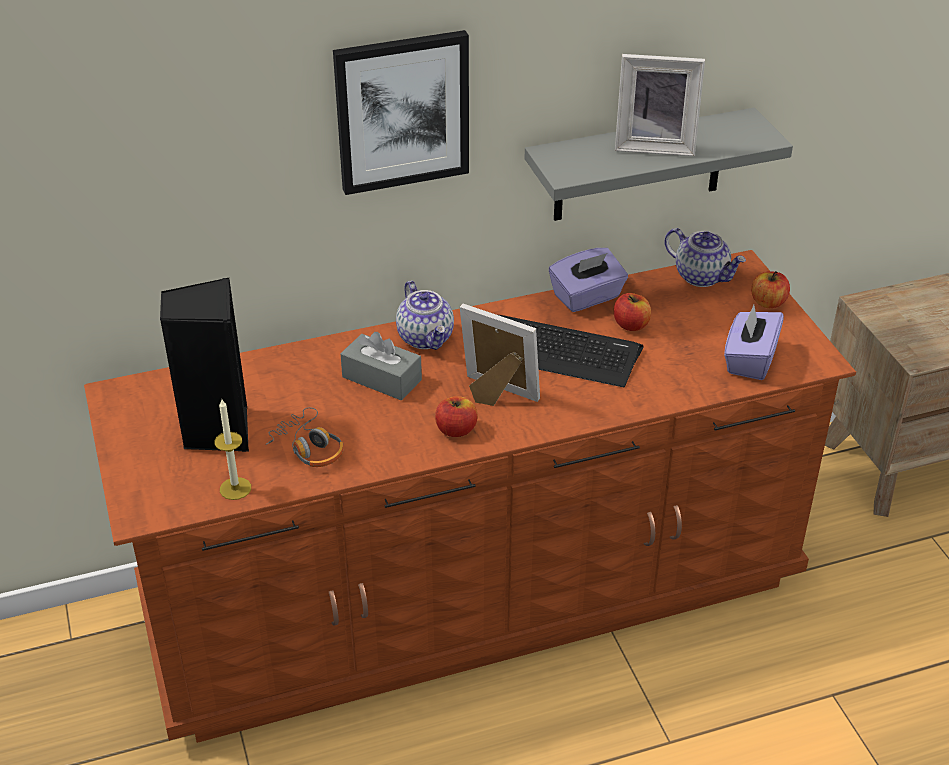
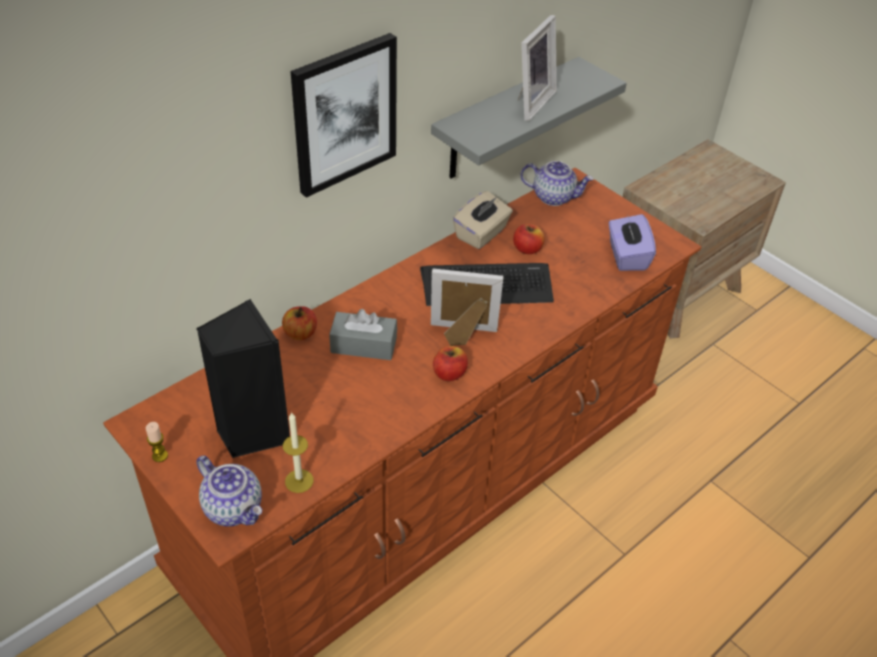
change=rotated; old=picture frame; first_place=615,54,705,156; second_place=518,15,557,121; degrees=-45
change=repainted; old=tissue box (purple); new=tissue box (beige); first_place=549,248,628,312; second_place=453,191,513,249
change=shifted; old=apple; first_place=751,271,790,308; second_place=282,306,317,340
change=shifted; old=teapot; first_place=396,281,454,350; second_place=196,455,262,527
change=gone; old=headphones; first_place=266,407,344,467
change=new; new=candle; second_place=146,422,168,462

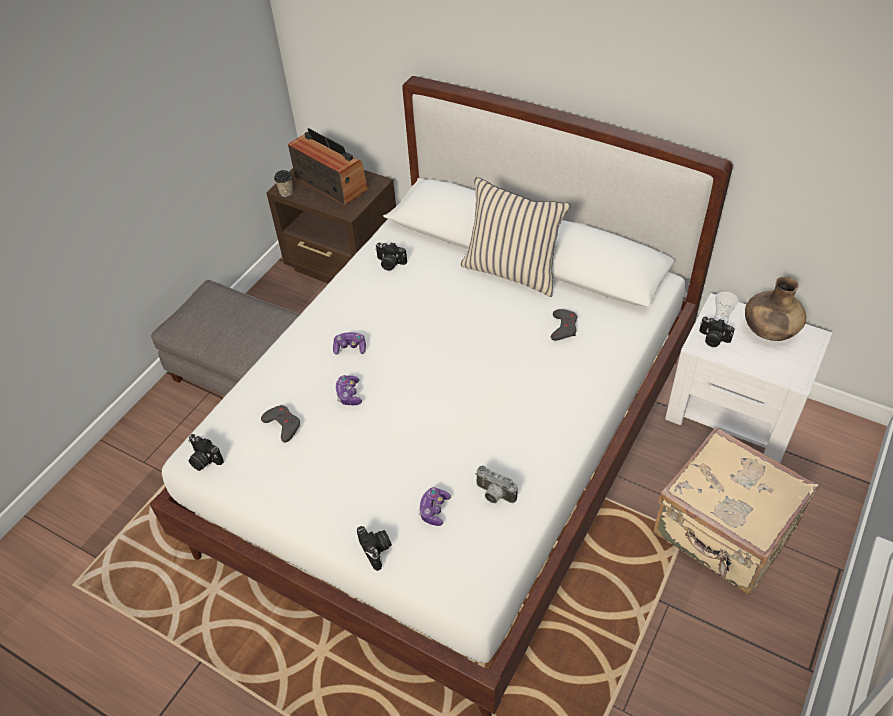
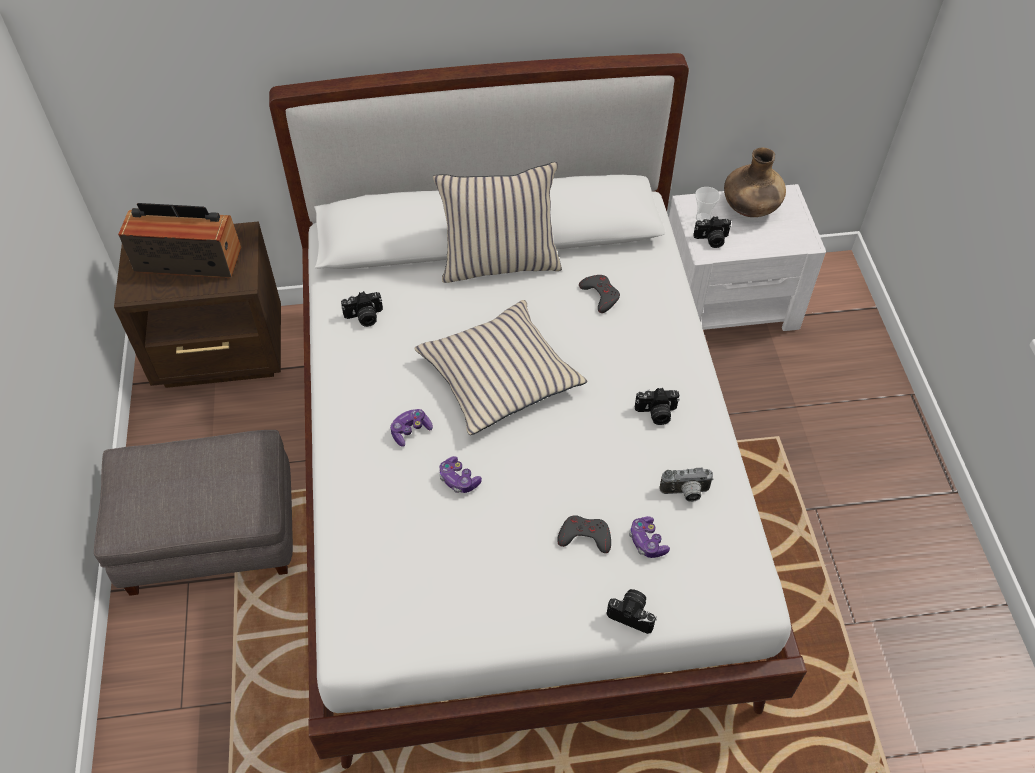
change=gone; old=cup; first_place=274,170,293,197
change=shifted; old=game controller (grey); first_place=261,405,300,443; second_place=557,515,611,553
change=gone; old=suitcase (beige); first_place=653,427,818,595
change=shifted; old=photo camera; first_place=188,434,224,471; second_place=635,388,680,425
change=new; new=pillow (beige); second_place=414,300,587,435

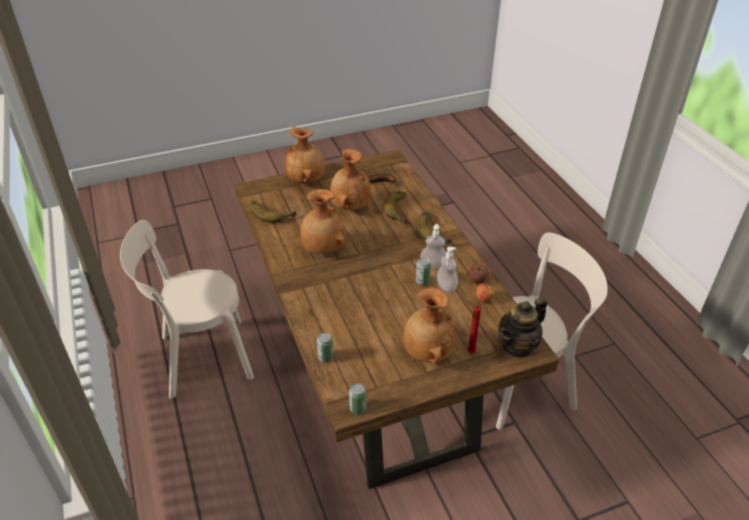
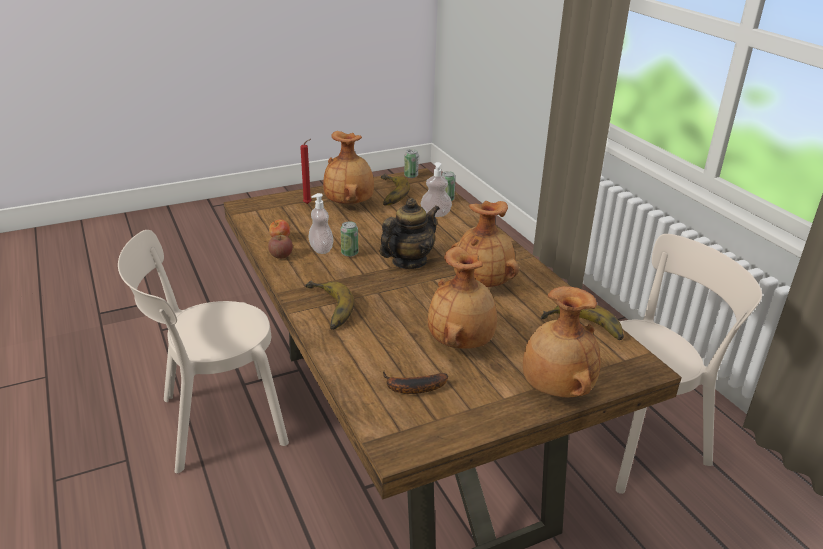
change=shifted; old=banana; first_place=383,191,408,224; second_place=381,174,410,206
change=shifted; old=soap dispenser; first_place=420,224,447,268; second_place=420,162,452,217
change=shifted; old=teapot; first_place=498,297,547,358; second_place=379,198,440,269

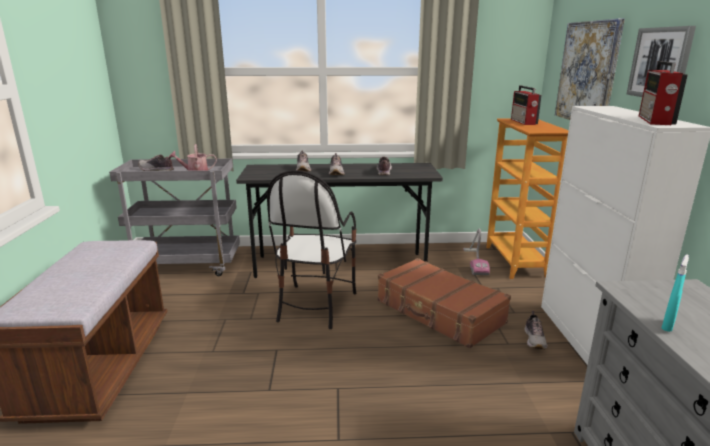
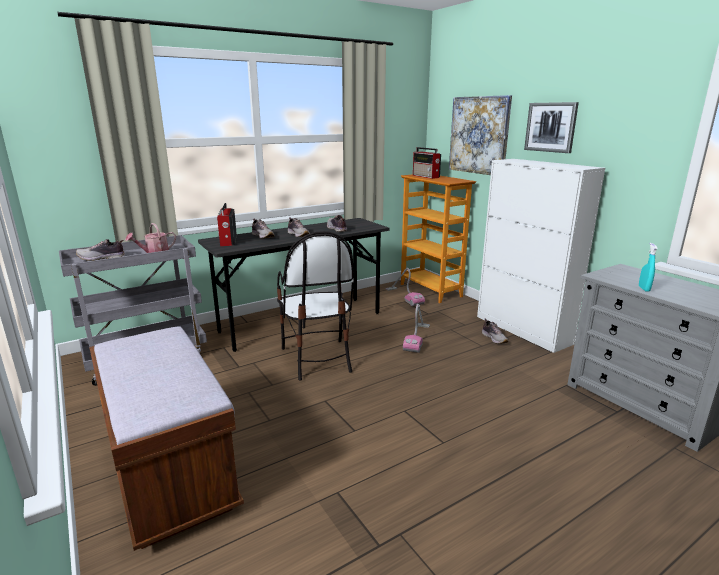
change=shifted; old=radio; first_place=639,61,688,125; second_place=217,203,237,246
change=swapped; old=suitcase (brown); new=vacuum cleaner; first_place=377,258,511,349; second_place=403,304,430,353

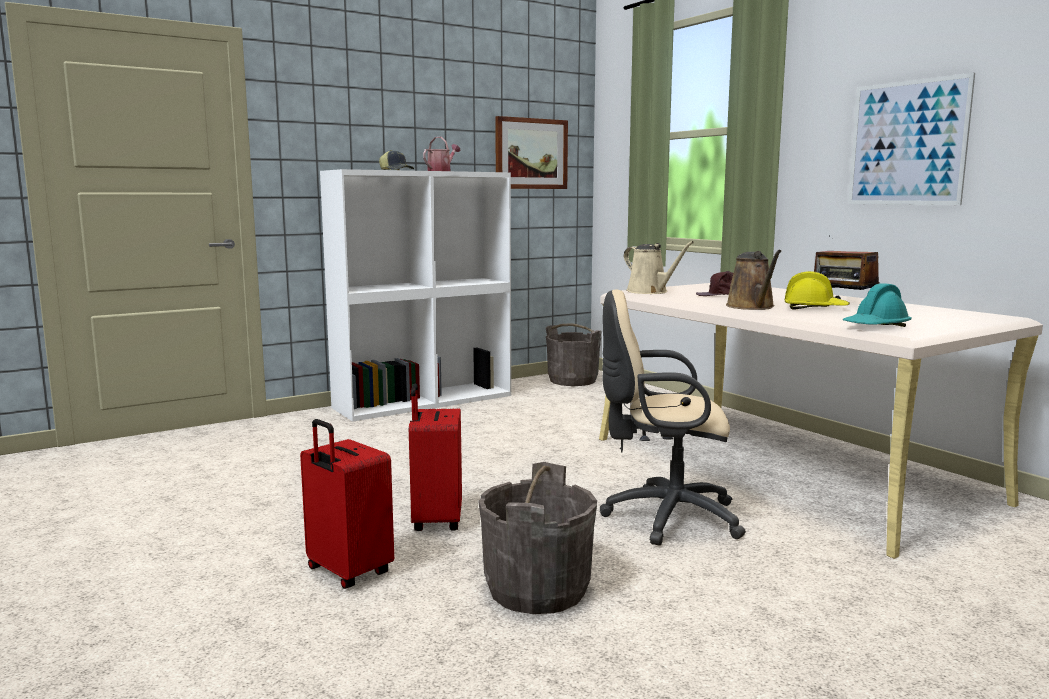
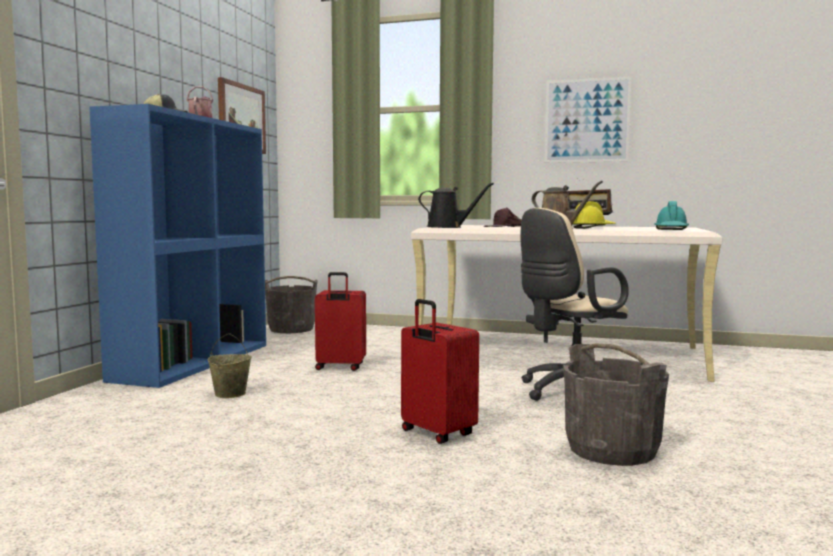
change=repainted; old=bookcase (white); new=bookcase (blue); first_place=320,169,511,421; second_place=89,104,266,388
change=repainted; old=watering can (beige); new=watering can (black); first_place=624,241,694,294; second_place=418,183,494,228
change=shifted; old=suitcase (red); first_place=300,419,394,589; second_place=315,272,366,371
change=new; new=bucket (beige); second_place=208,333,252,398

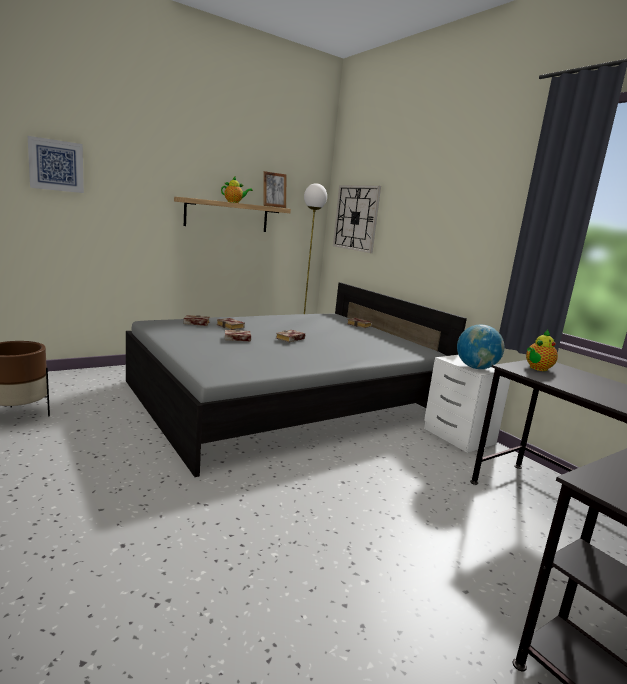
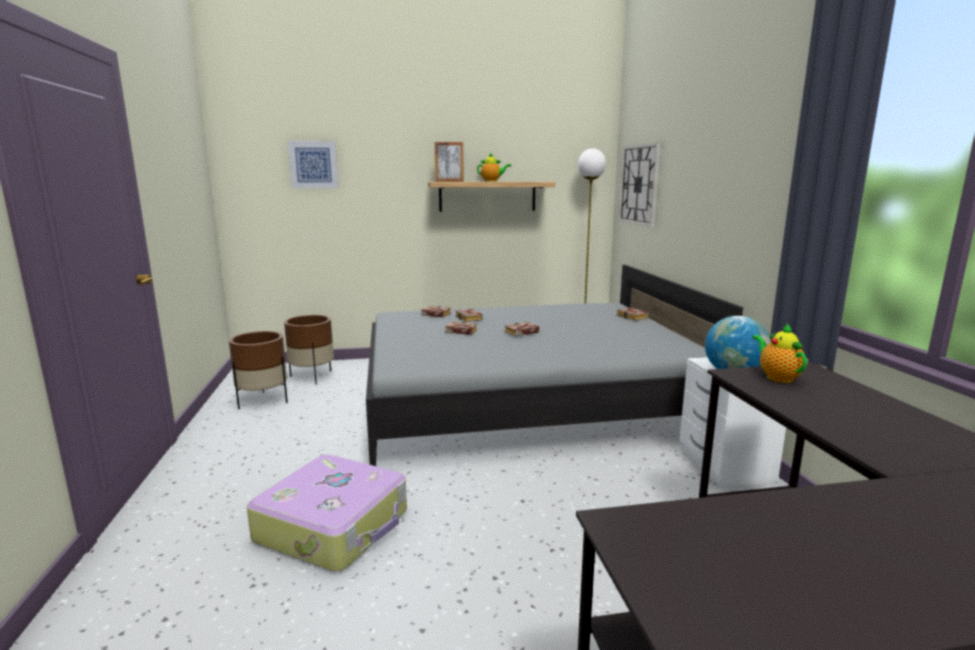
change=shifted; old=picture frame; first_place=263,171,286,208; second_place=435,142,464,182
change=rotated; old=teapot; first_place=526,330,558,371; second_place=752,323,807,383; degrees=90
change=new; new=planter (brown); second_place=284,315,334,385
change=new; new=suitcase; second_place=247,455,407,572

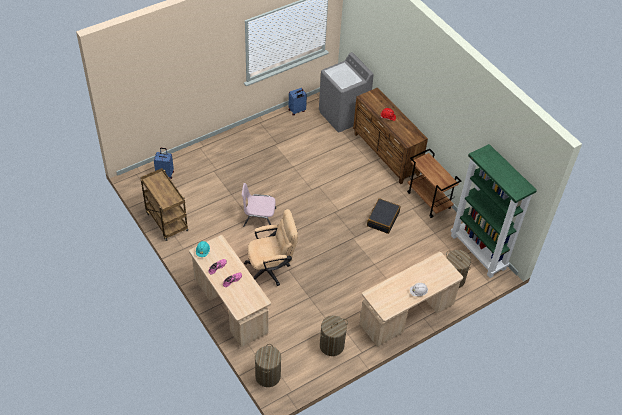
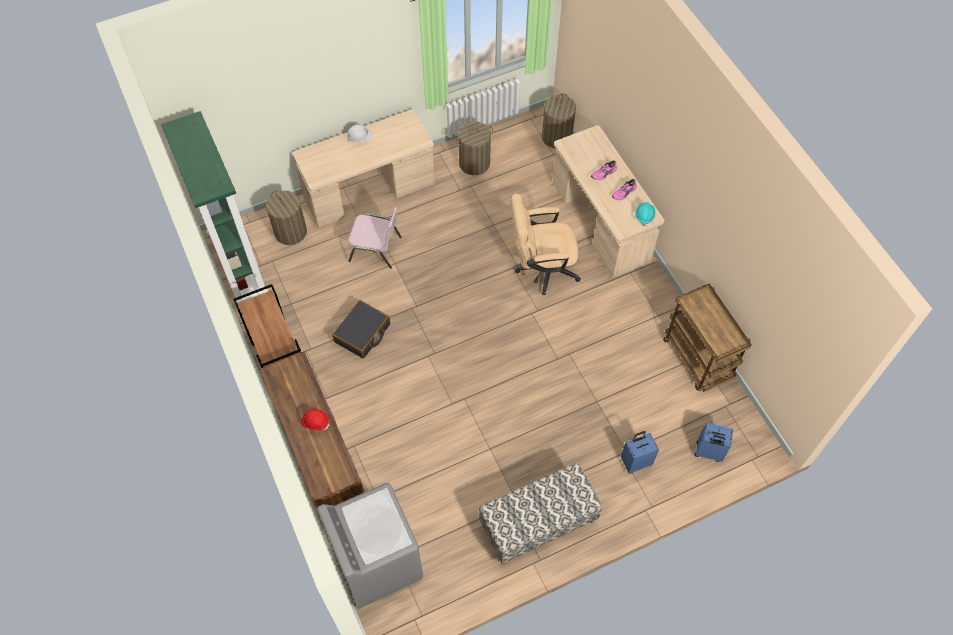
change=shifted; old=suitcase (blue); first_place=289,88,307,116; second_place=621,431,659,473
change=shifted; old=chair (pink); first_place=242,183,277,231; second_place=348,207,402,269
change=new; new=bench; second_place=479,463,602,564

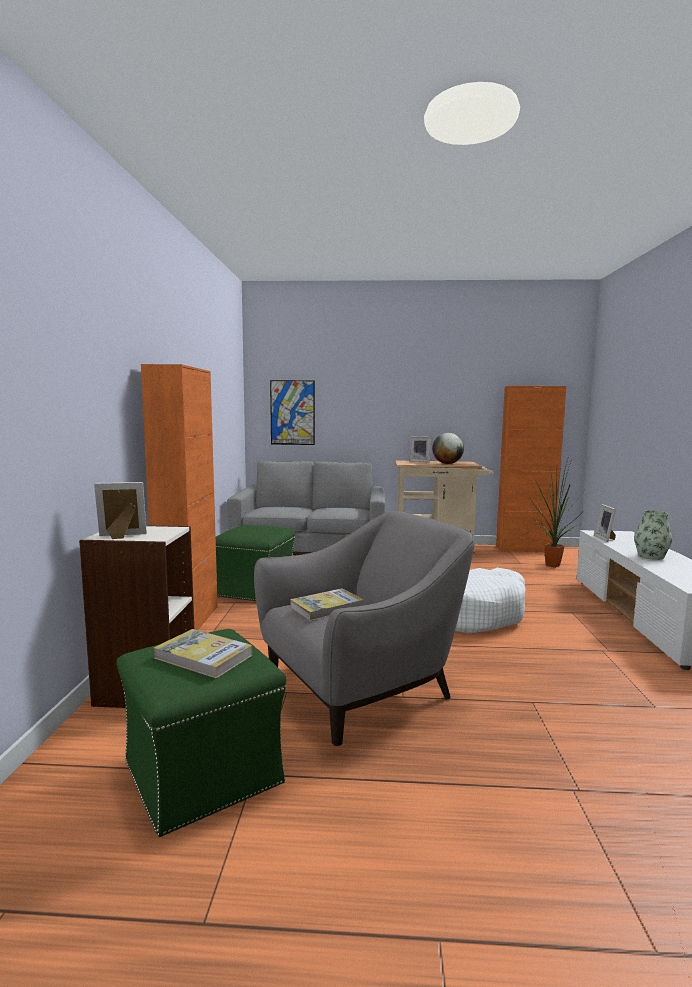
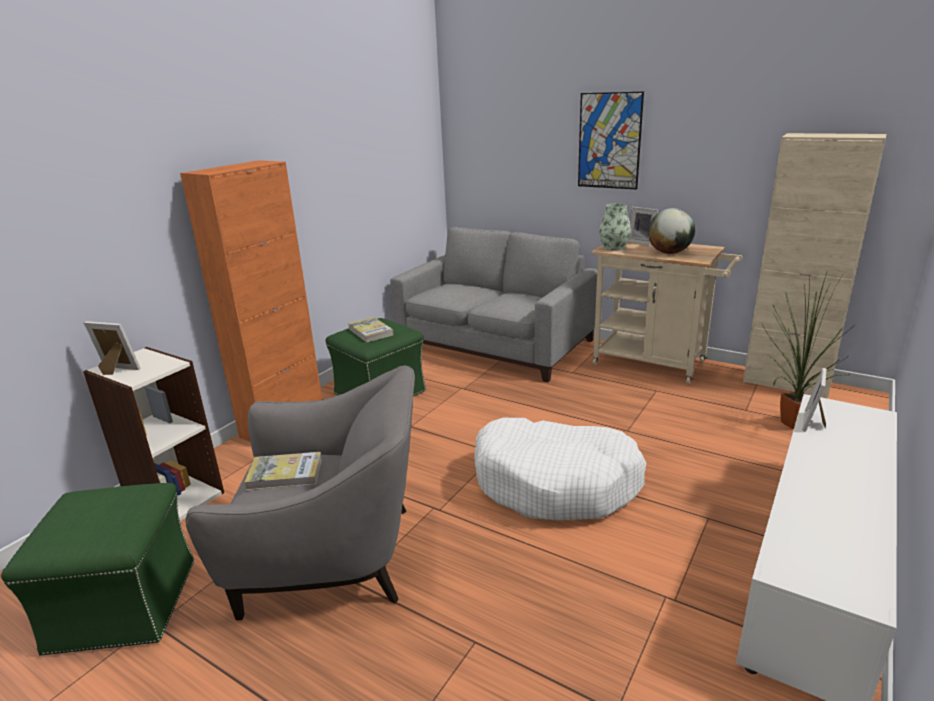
change=shifted; old=picture; first_place=270,380,315,445; second_place=578,91,644,190
change=repainted; old=cabinet (orange); new=cabinet (beige); first_place=496,386,566,552; second_place=743,133,886,399
change=shifted; old=vase; first_place=634,510,672,560; second_place=599,203,631,251
change=shifted; old=book; first_place=154,629,252,678; second_place=348,317,394,342

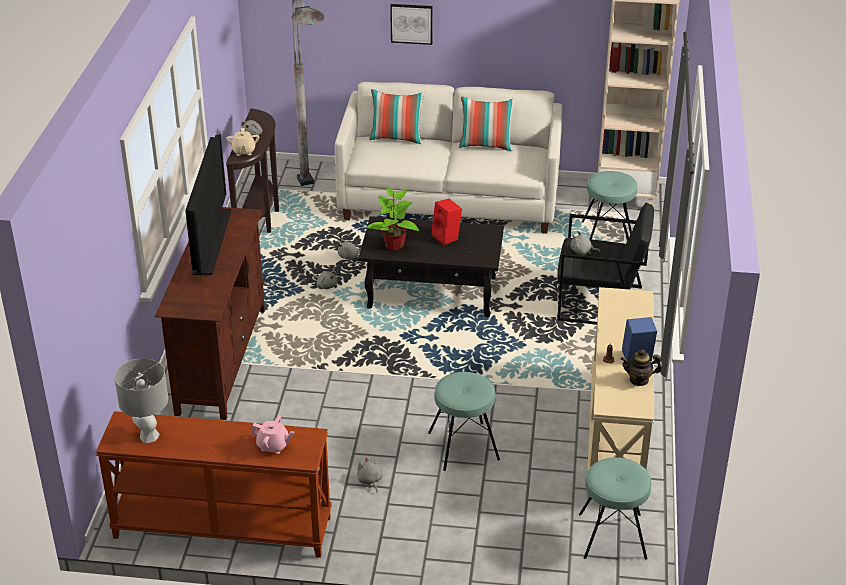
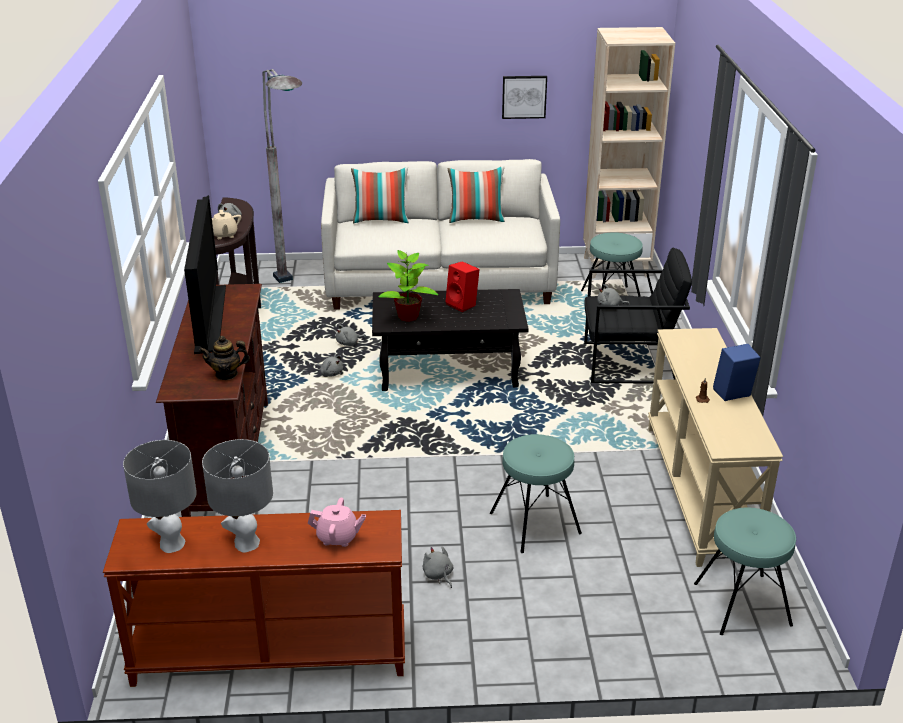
change=shifted; old=picture; first_place=390,4,433,45; second_place=502,76,547,119
change=shifted; old=teapot; first_place=621,350,662,386; second_place=199,336,250,380
change=new; new=table lamp (grey); second_place=202,439,273,553

